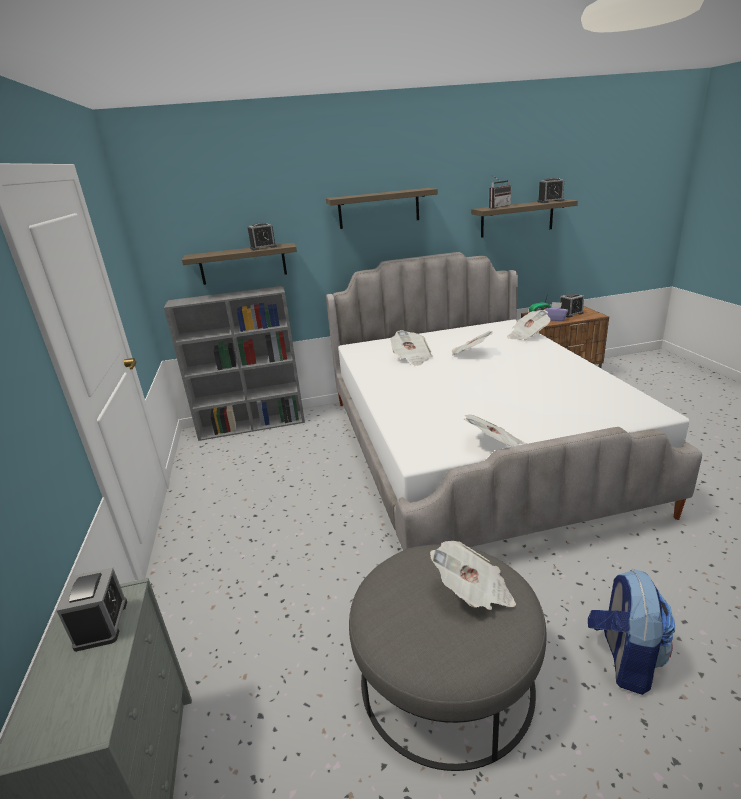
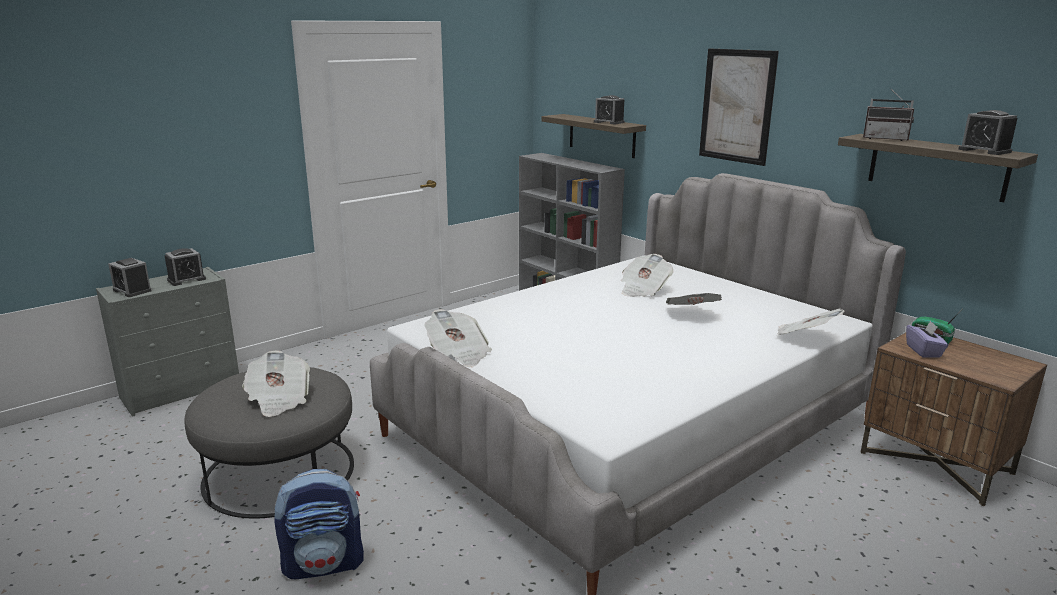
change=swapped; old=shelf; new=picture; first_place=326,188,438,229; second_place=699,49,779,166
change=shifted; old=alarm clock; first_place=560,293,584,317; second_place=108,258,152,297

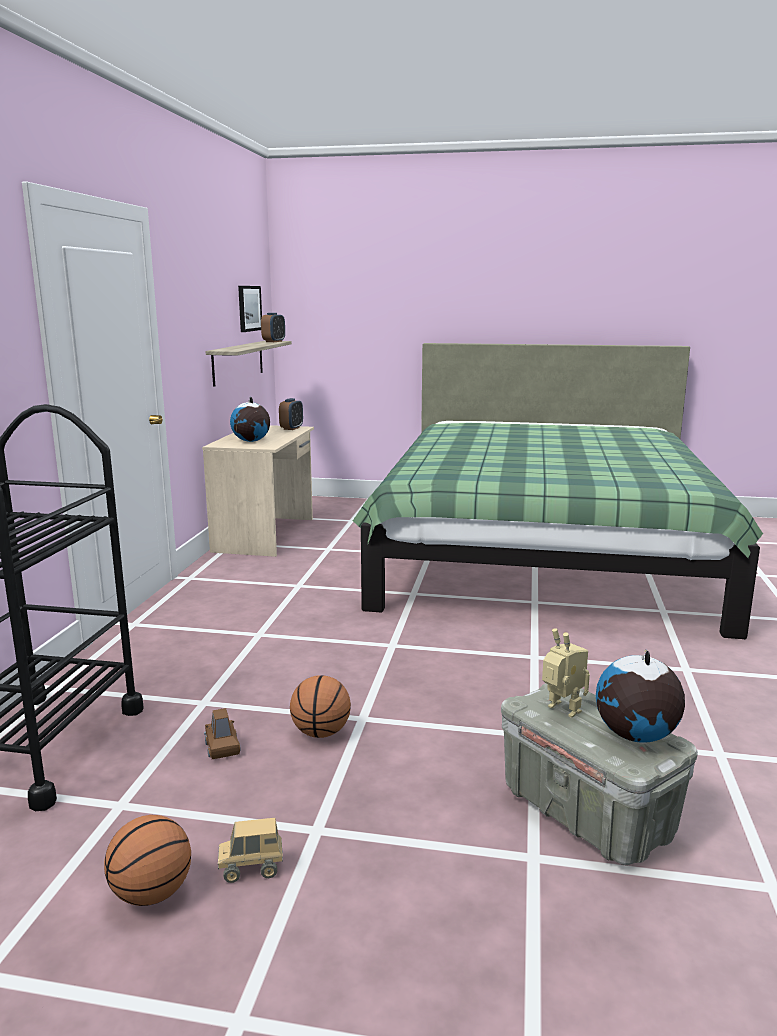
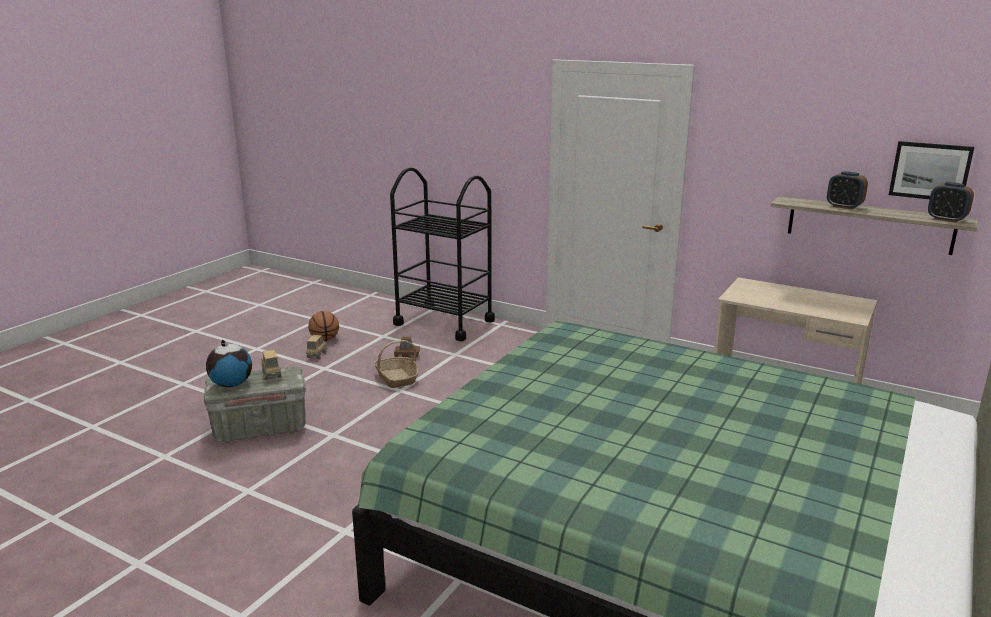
change=gone; old=globe; first_place=230,397,270,442
change=shifted; old=alarm clock; first_place=279,398,303,430; second_place=827,171,868,210
change=swapped; old=toy robot; new=toy truck; first_place=542,628,590,718; second_place=261,349,281,380
change=swapped; old=basketball; new=basket; first_place=290,675,351,738; second_place=374,340,419,388

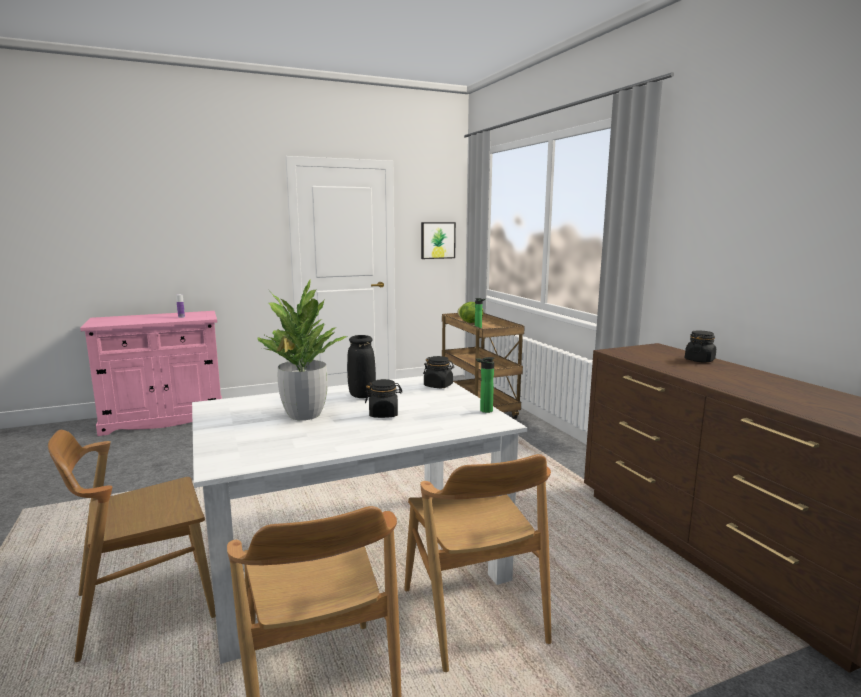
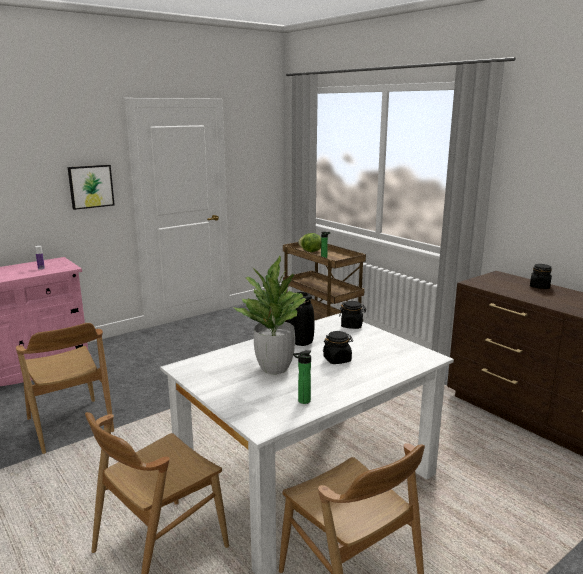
change=shifted; old=picture; first_place=421,222,456,259; second_place=68,165,115,210
change=shifted; old=bottle; first_place=476,357,494,413; second_place=293,350,311,404
change=shifted; old=chair (brown); first_place=404,454,552,672; second_place=16,323,114,454

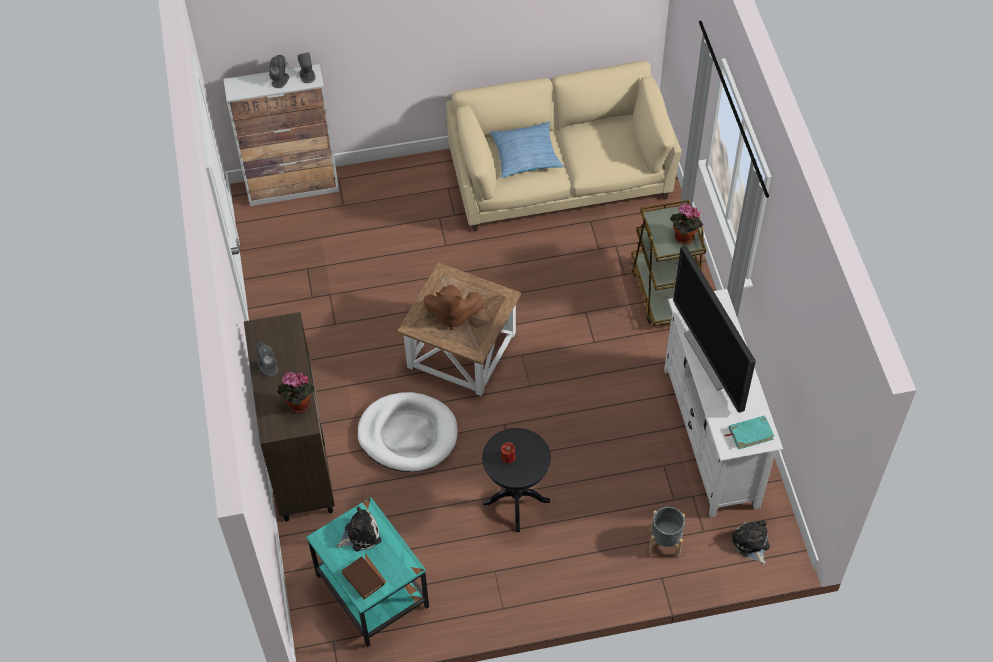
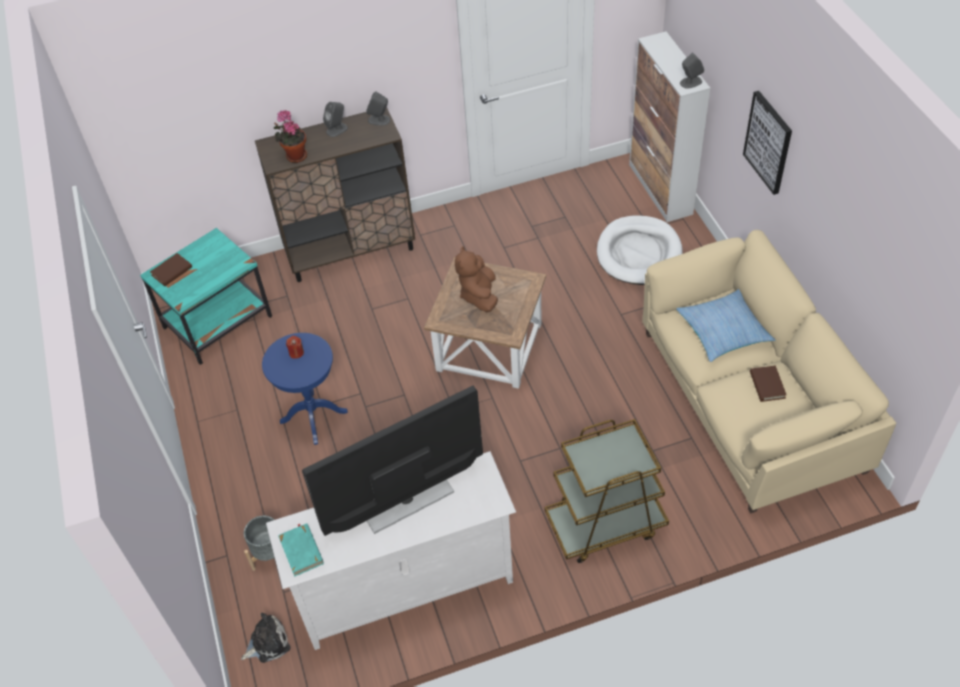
change=shifted; old=speaker (grey); first_place=269,55,289,88; second_place=366,91,390,126
change=gone; old=potted plant; first_place=670,203,703,244
change=shifted; old=dog bed (white); first_place=357,392,458,472; second_place=597,215,683,285
change=repainted; old=side table (black); new=side table (blue); first_place=482,428,551,532; second_place=262,333,348,445
change=gone; old=plush toy; first_place=336,507,382,551
change=new; new=picture; second_place=743,91,792,195
change=new; new=book (brown); second_place=750,365,786,402

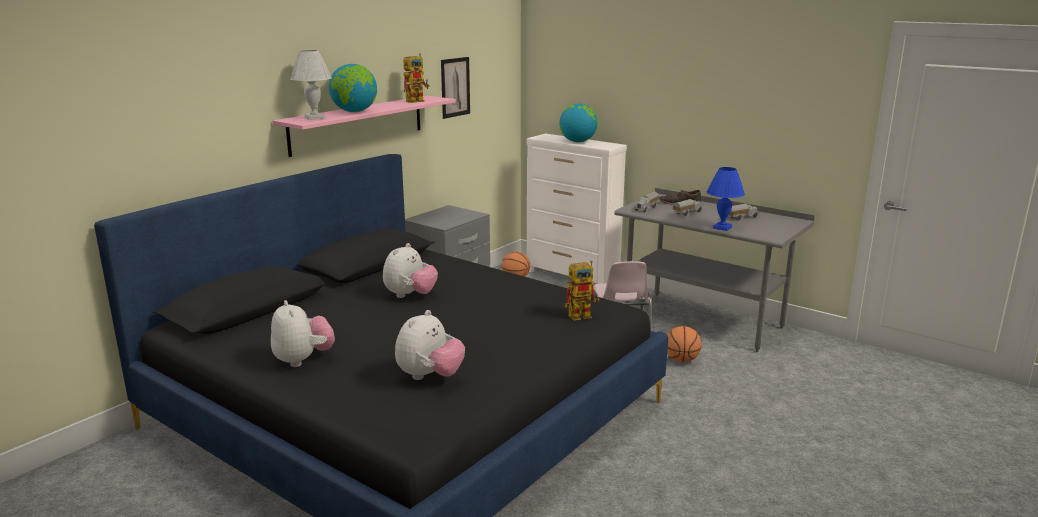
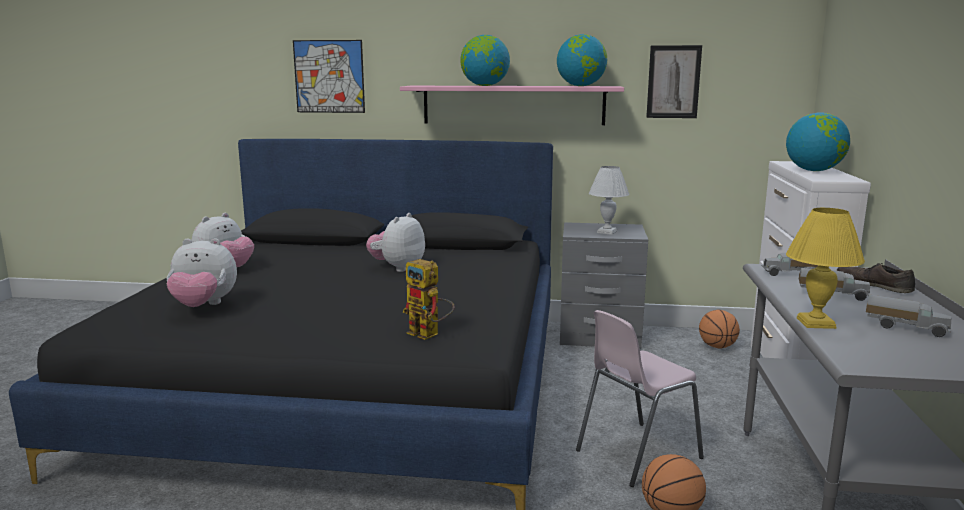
change=shifted; old=table lamp (white); first_place=290,50,332,120; second_place=589,166,629,235
change=swapped; old=toy robot; new=globe; first_place=403,54,429,103; second_place=557,34,607,86
change=repainted; old=table lamp (blue); new=table lamp (yellow); first_place=707,167,745,231; second_place=786,208,865,329
change=rotated; old=plush toy; first_place=383,243,438,298; second_place=366,213,425,272; degrees=120
change=new; new=picture; second_place=293,40,365,113

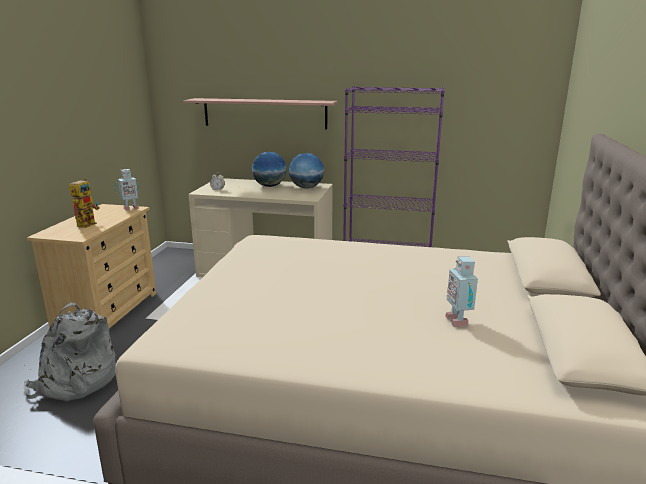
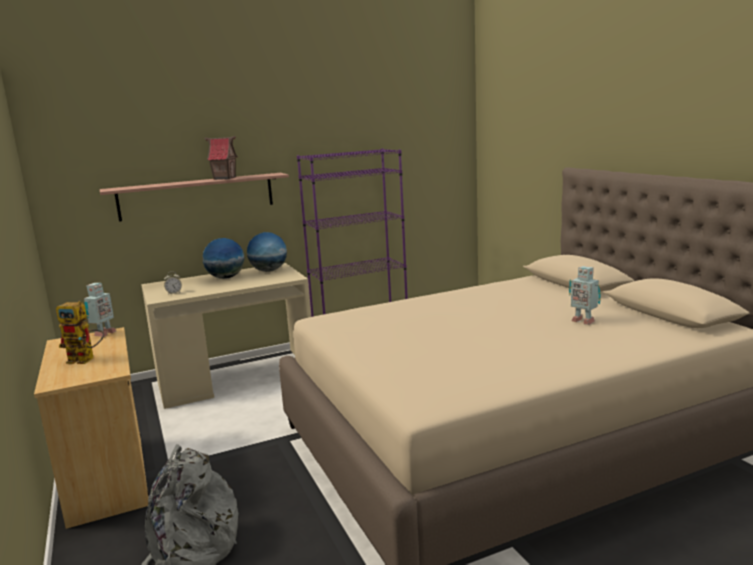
change=rotated; old=toy robot; first_place=69,178,100,228; second_place=56,301,104,364; degrees=120
change=new; new=toy house; second_place=204,136,238,180

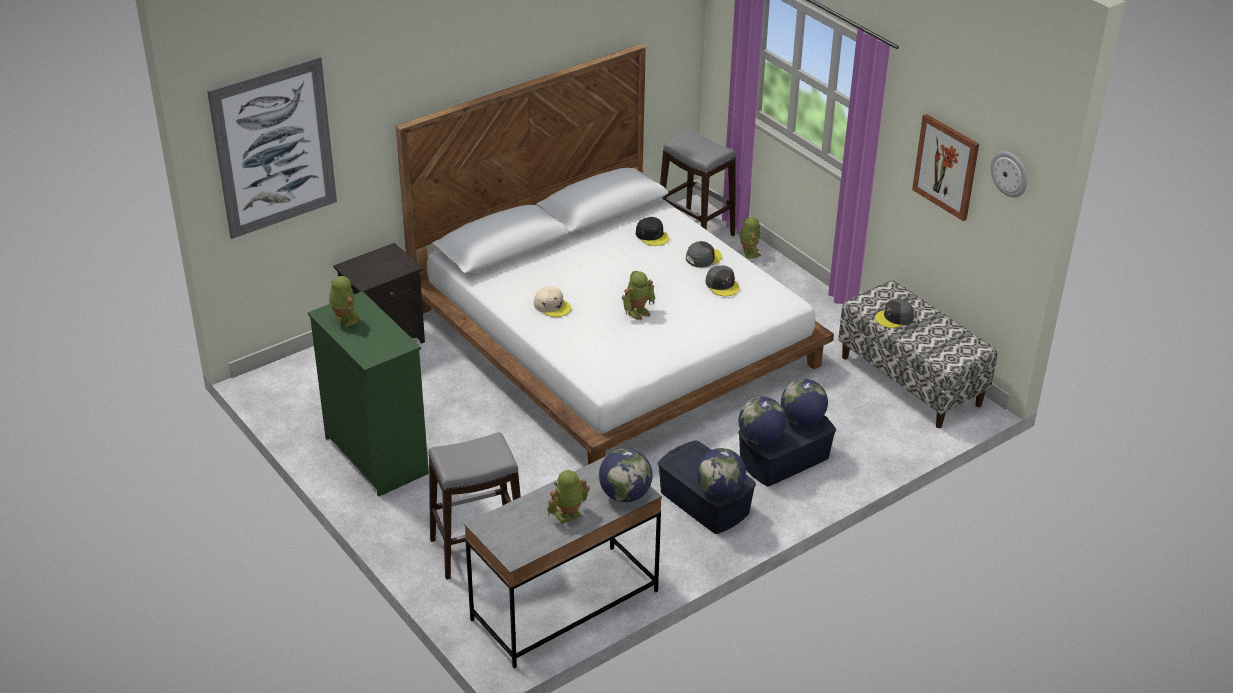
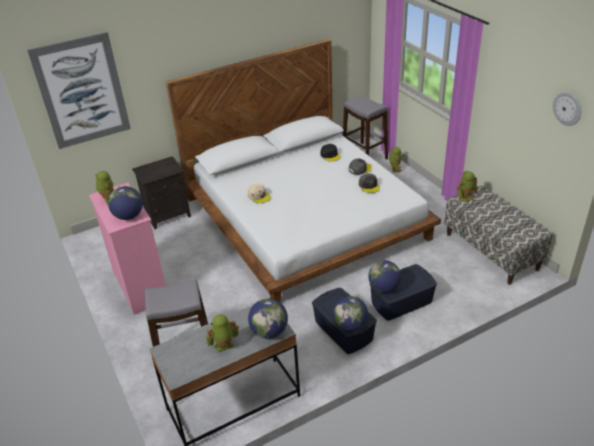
change=gone; old=picture; first_place=912,114,979,221
change=shifted; old=toy robot; first_place=622,271,655,321; second_place=457,171,478,203
change=repainted; old=dresser (green); new=dresser (pink); first_place=308,291,429,497; second_place=89,183,166,315
change=gone; old=cap (grey); first_place=875,298,914,328
change=shifted; old=globe; first_place=781,379,828,426; second_place=108,186,143,220

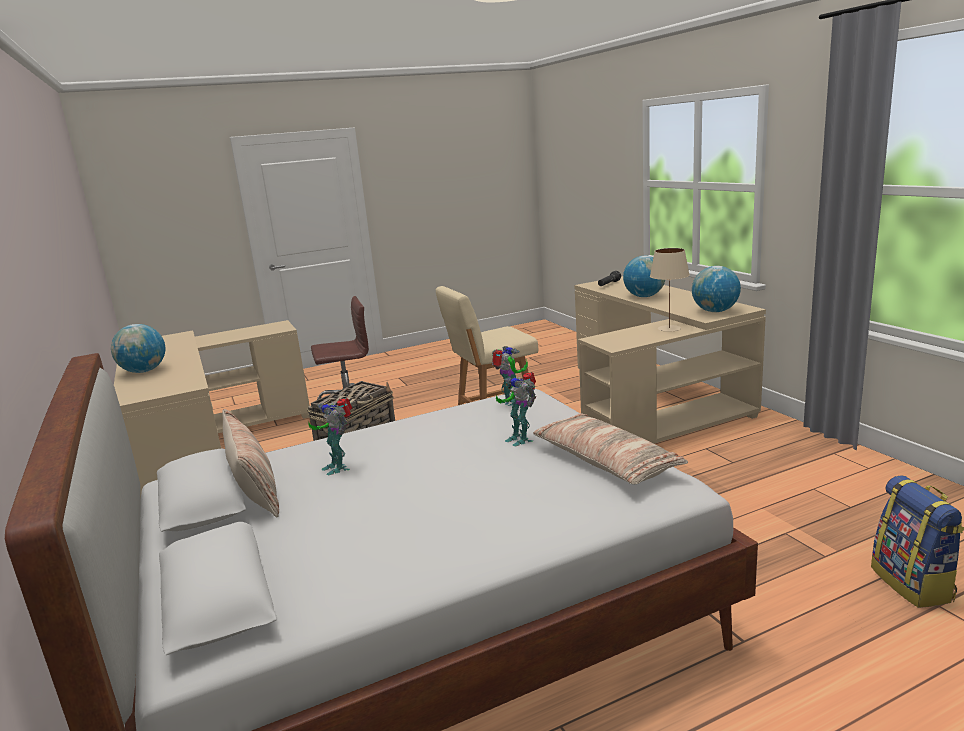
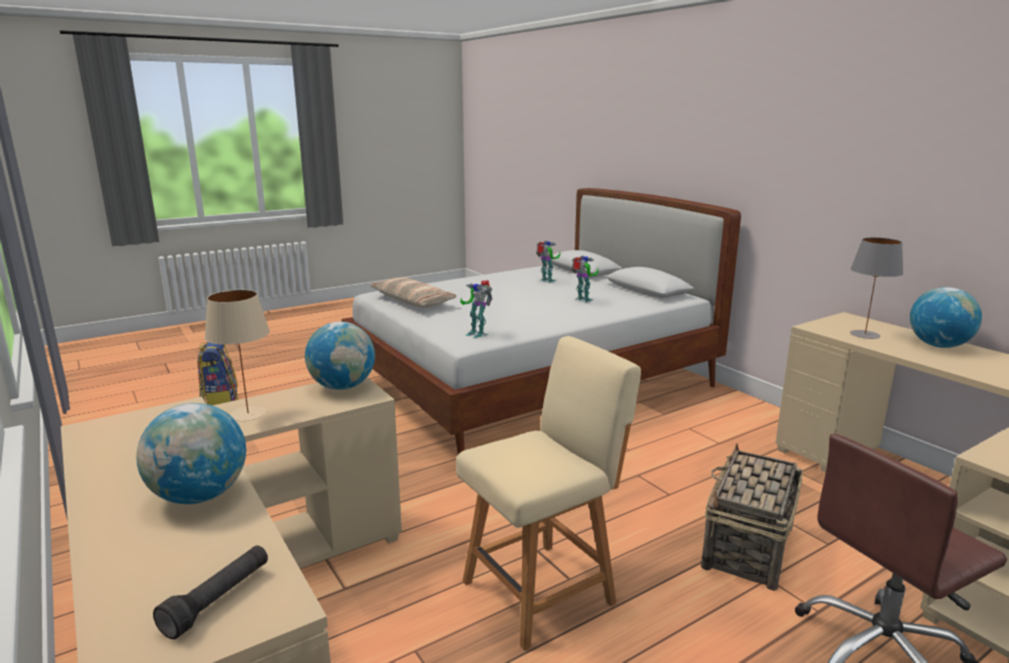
change=shifted; old=globe; first_place=692,266,741,312; second_place=305,322,375,390
change=shifted; old=toy robot; first_place=496,372,536,446; second_place=536,241,560,283
change=gone; old=pillow; first_place=222,409,279,517
change=new; new=table lamp (grey); second_place=850,237,903,339

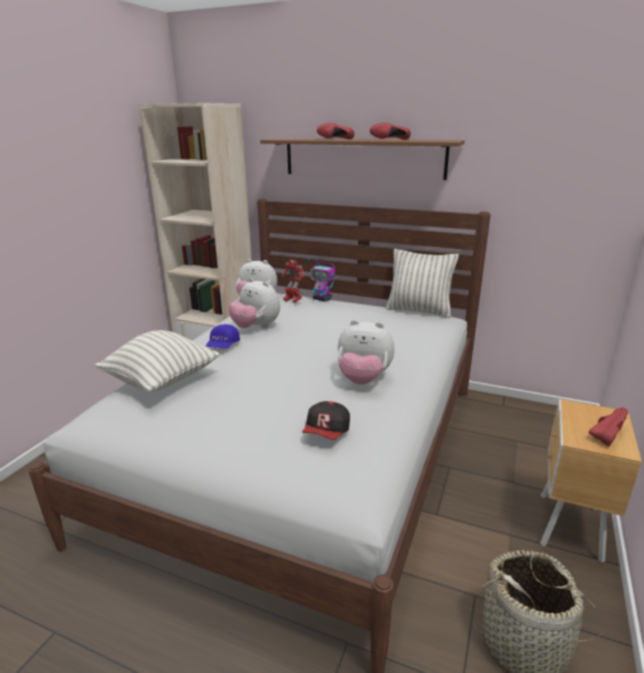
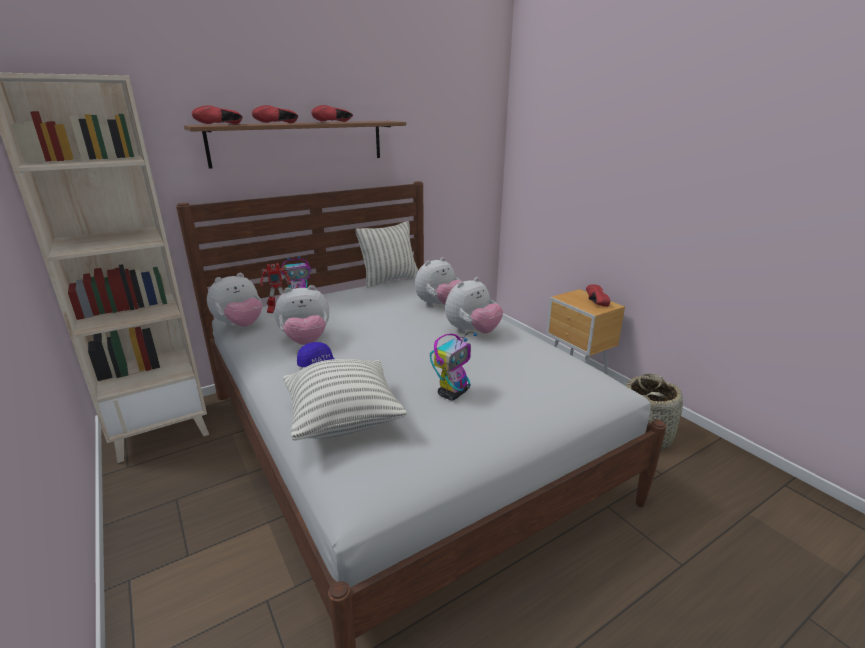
change=gone; old=cap; first_place=302,401,350,440
change=new; new=shoe (red); second_place=192,105,243,124
change=new; new=plush toy; second_place=415,257,462,307
change=new; new=toy robot; second_place=430,332,477,401

